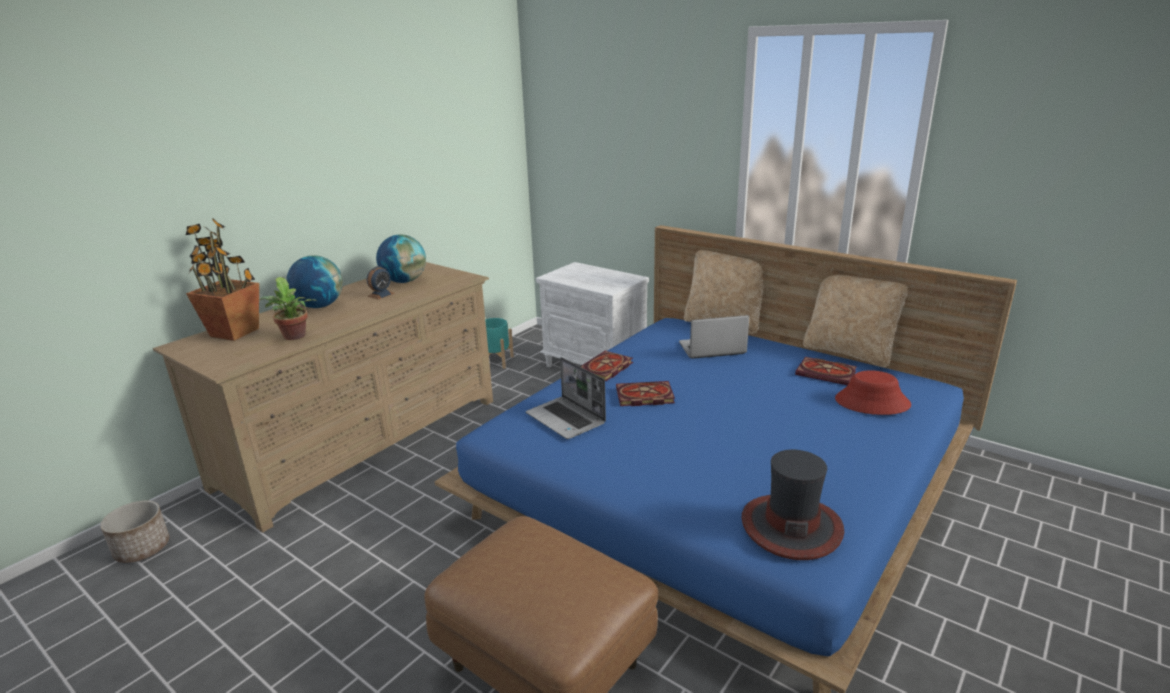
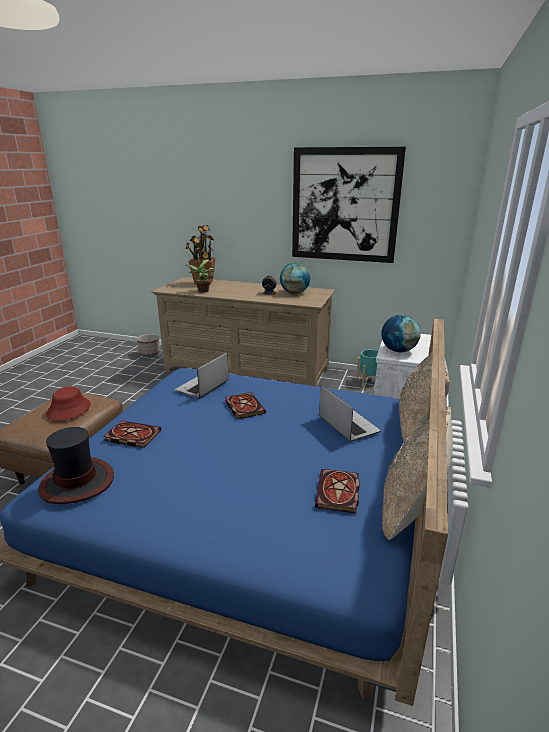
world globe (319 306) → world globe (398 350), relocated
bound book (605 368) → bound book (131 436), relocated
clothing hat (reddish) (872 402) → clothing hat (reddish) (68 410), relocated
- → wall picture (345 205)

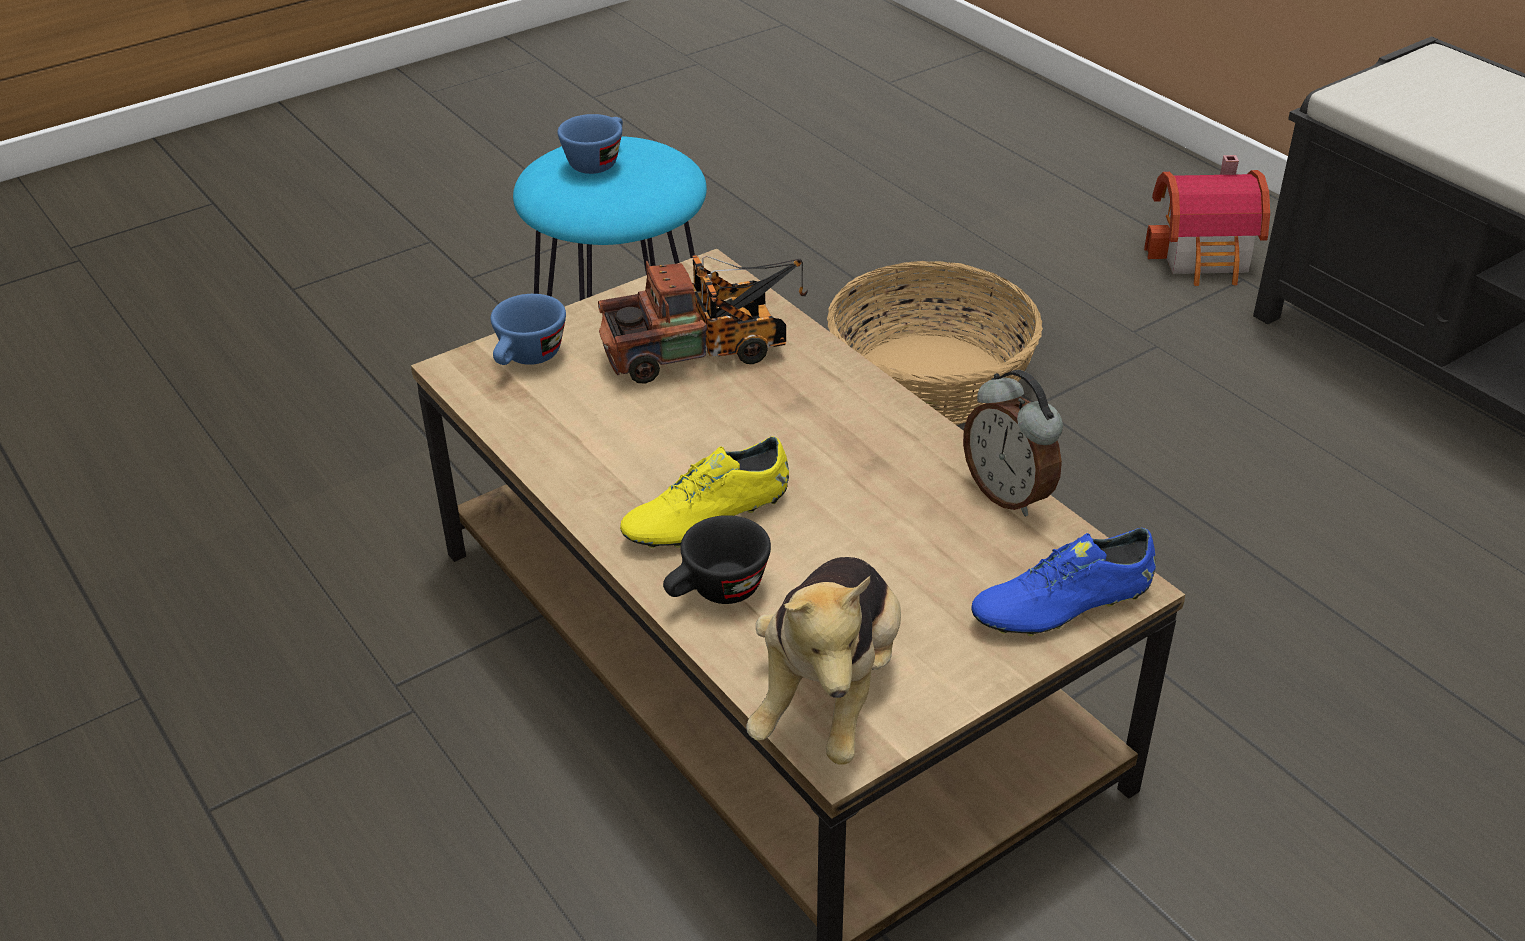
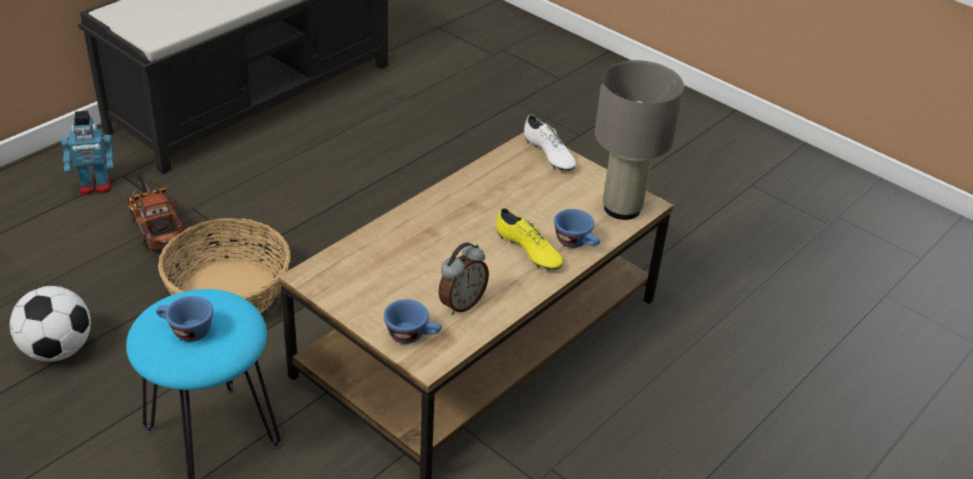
model house (1206 256) → model robot (95 187)
toy lorry (707 350) → toy lorry (155 225), relocated
bedside clock (1009 494) → bedside clock (461 303), relocated
cup (blackish) (716 592) → cup (bluish) (576 243)
low shoe (bluish) (1061 606) → low shoe (whitish) (548 155)
plush toy (829 693) → lamp for a table (greyish) (620 208)
- → football ball (58 350)

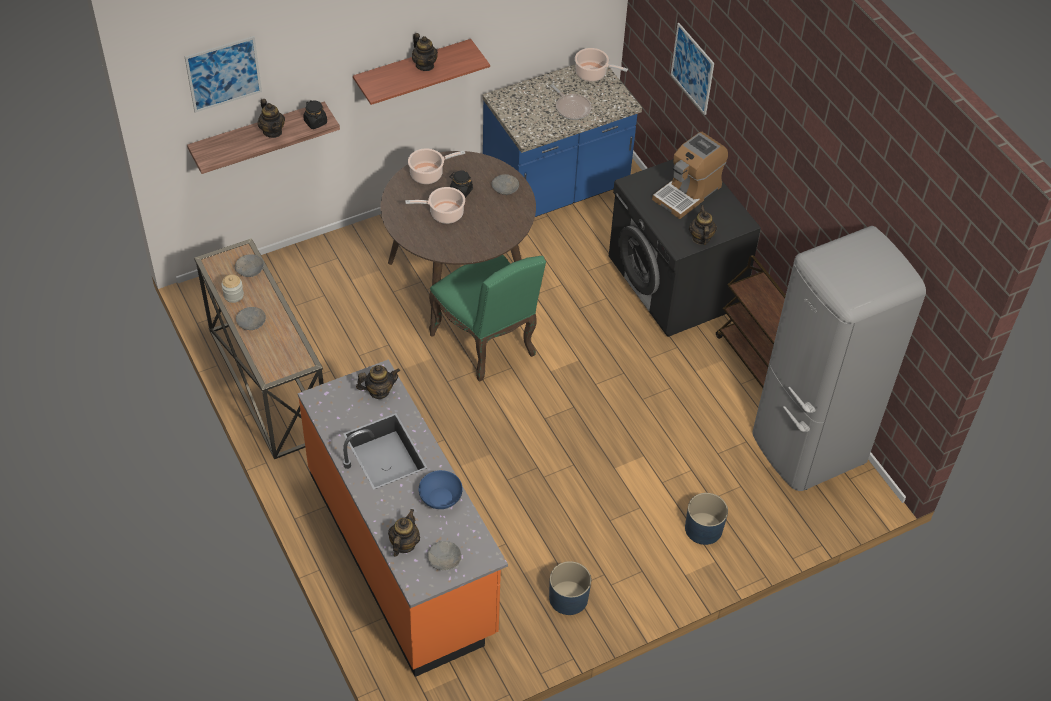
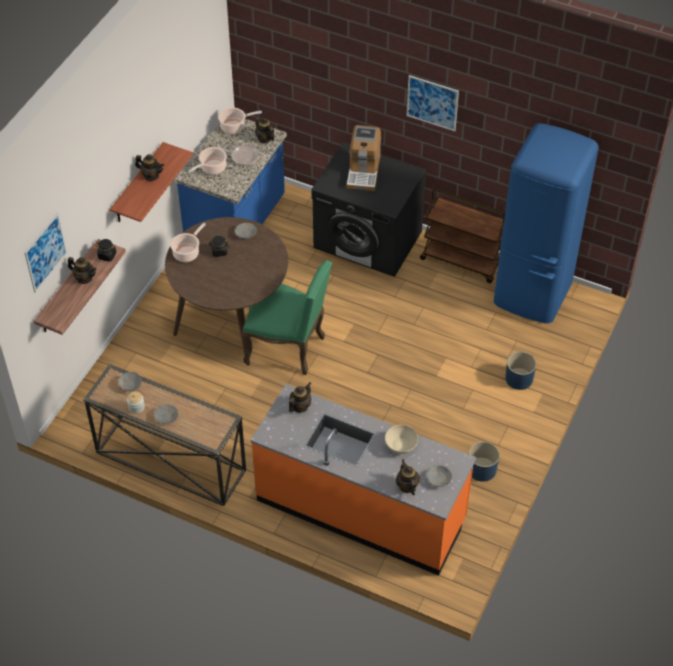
wall picture (692 68) → wall picture (432 103), relocated
stockpot (444 214) → stockpot (212 168), relocated
pot for tea (700 238) → pot for tea (265 138), relocated
refrigerator (greyish) (805 449) → refrigerator (bluish) (532 295)
serving bowl (bluish) (440 497) → serving bowl (beige-coloured) (401 445)

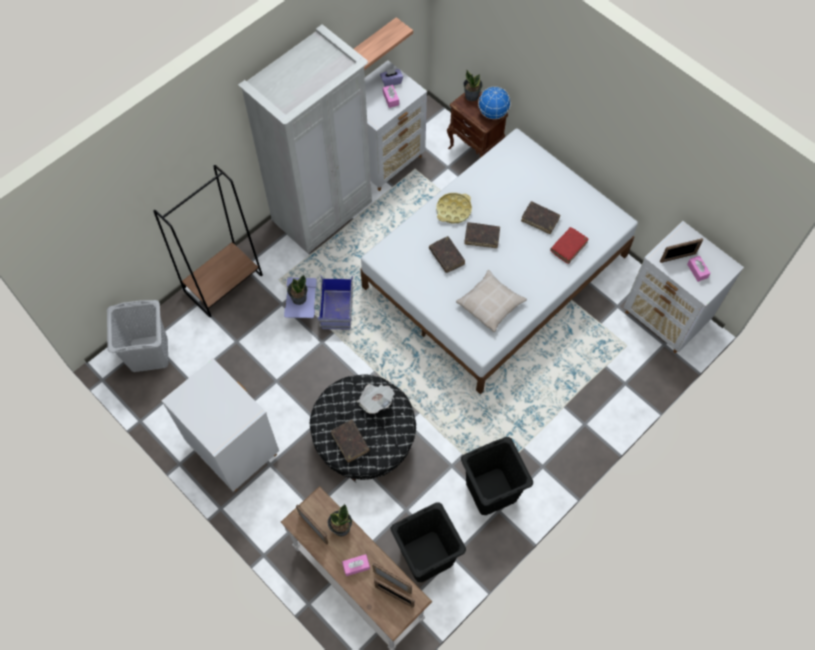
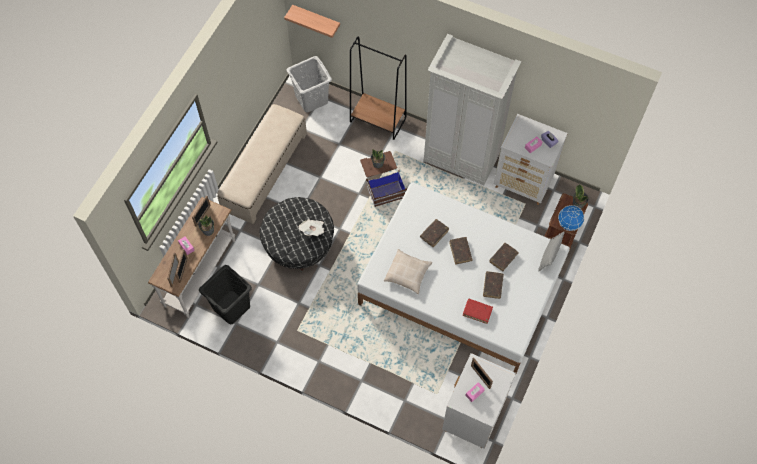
bracket shelf (370 45) → bracket shelf (316 19), relocated
carrying tray (yellow) (453 210) → -
storage container (bluish) (320 310) → storage container (brown) (382 184)
dresser (whitish) (233 448) → long seat (beige-coloured) (264 170)
bound book (brown) (350 442) → bound book (brown) (503 258), relocated
hamper (blackish) (491 491) → -
- → throw pillow (greyish) (549 256)

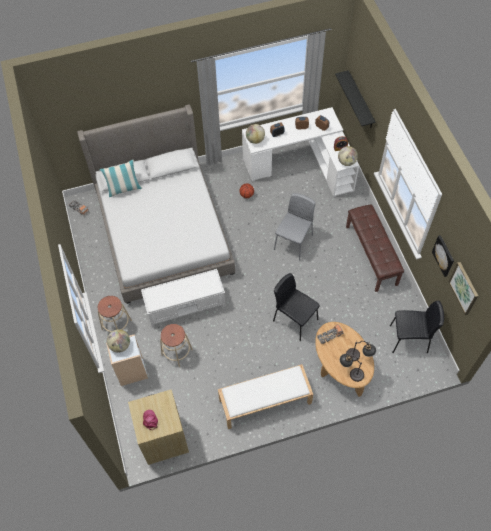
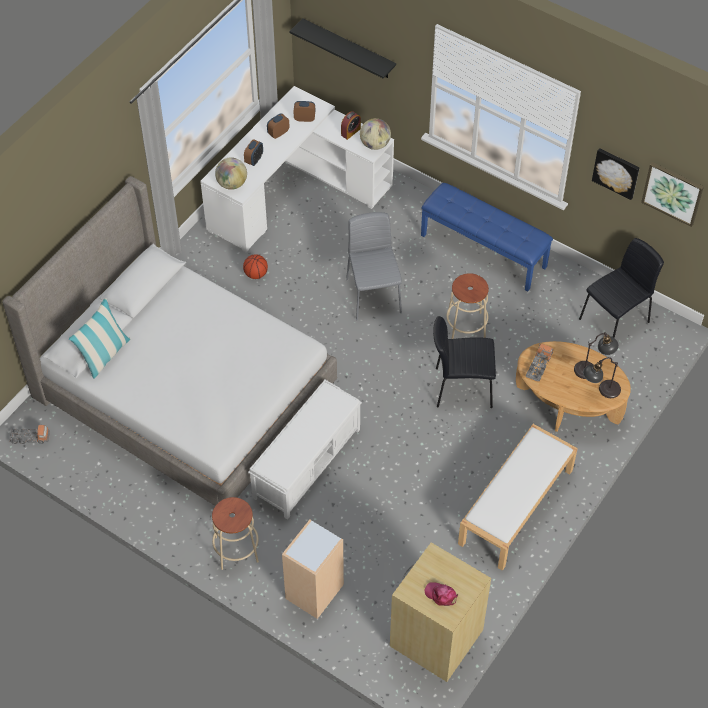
long seat (brown) (372 255) → long seat (bluish) (484 250)
stool seat (beige-coloured) (177 352) → stool seat (beige-coloured) (466 327), relocated
world globe (120 345) → -

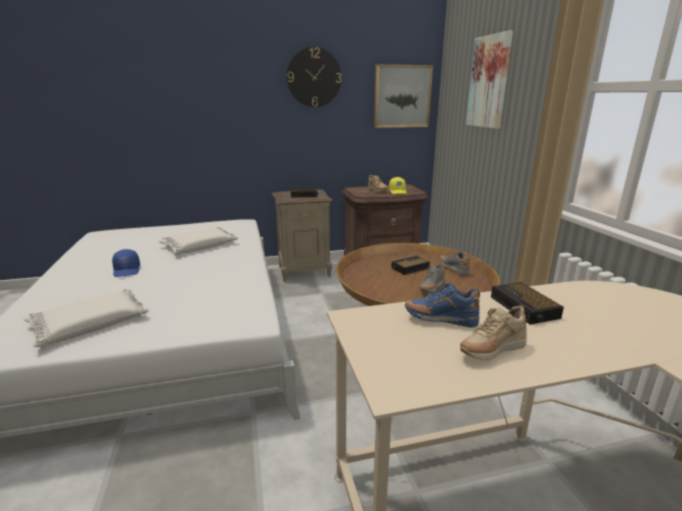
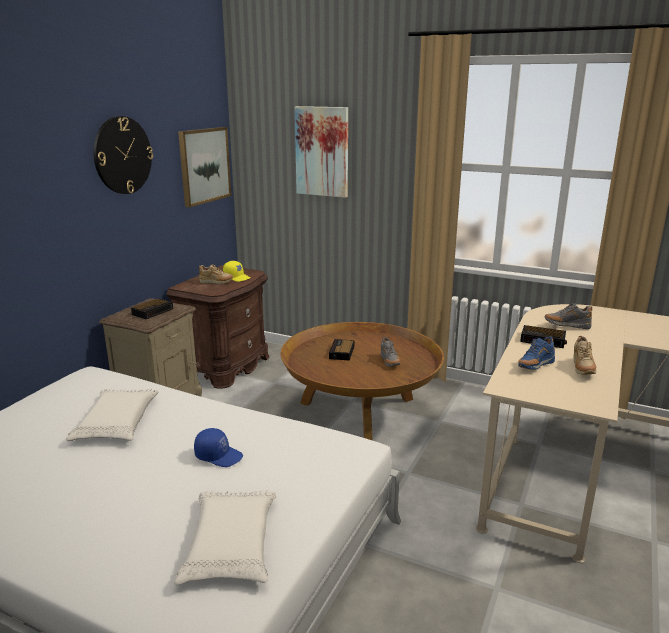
cap (bluish) (127 270) → cap (bluish) (219 455), relocated
low shoe (greyish) (453 269) → low shoe (greyish) (566 326), relocated

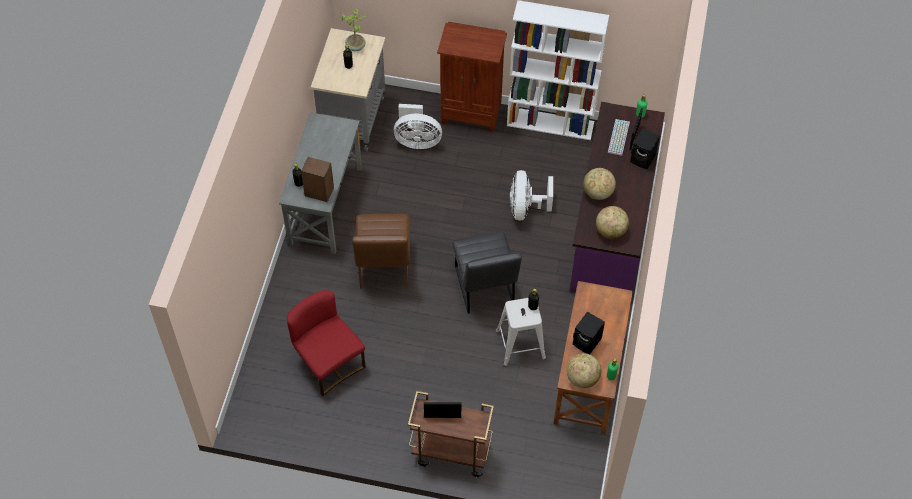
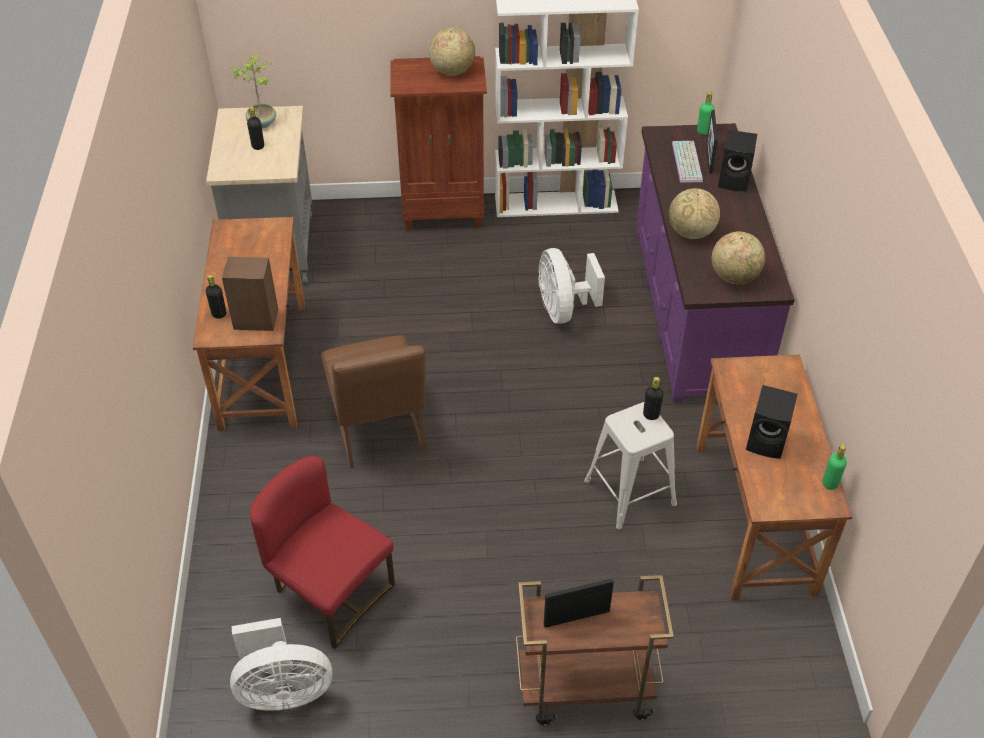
fan (whitish) (417 141) → fan (whitish) (283 690), relocated
desk table (greyish) (325 205) → desk table (brown) (263 365)
plain chair (greyish) (484 287) → -
world globe (582 378) → world globe (452 71), relocated

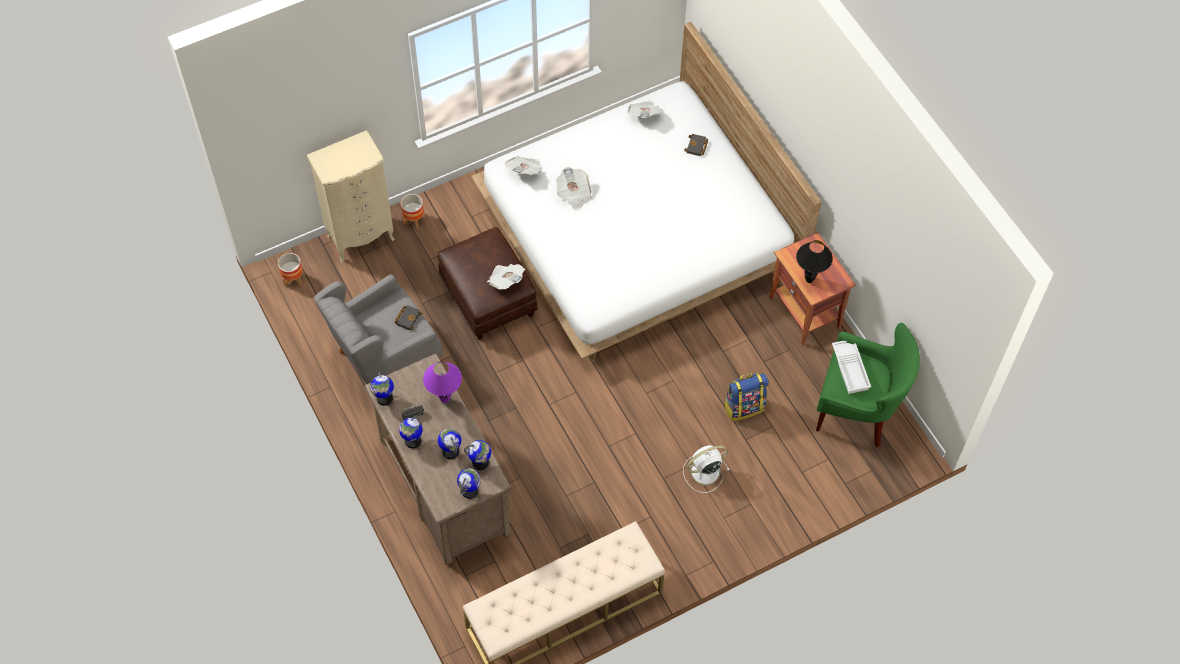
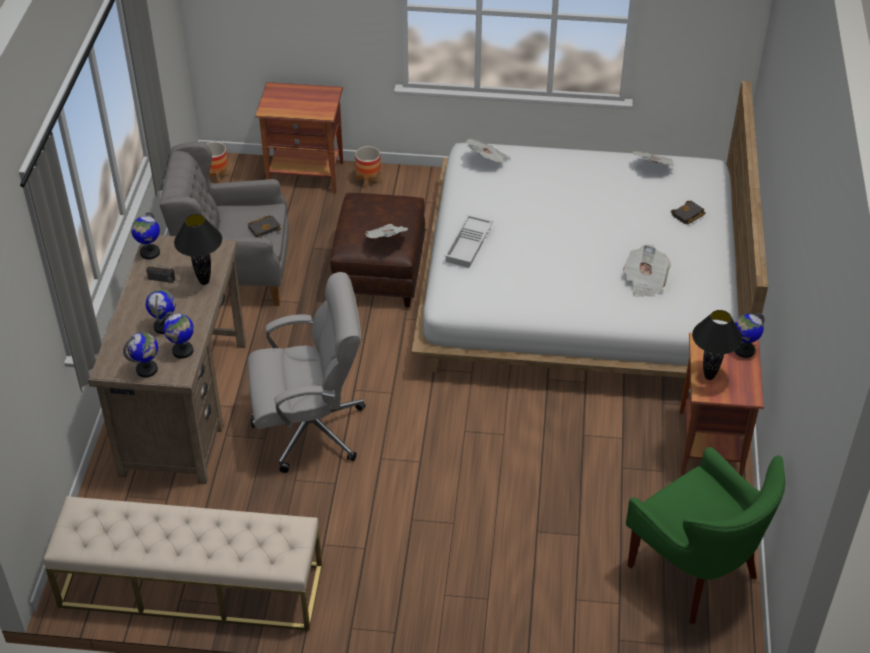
dresser (beige-coloured) (361 239) → bedside table (306 175)
printed paper (574 194) → printed paper (645 281), relocated
carrying tray (whitish) (851 368) → carrying tray (whitish) (469 245), relocated
lamp for a table (purplish) (445 399) → lamp for a table (blackish) (204 281)
rucksack (744 407) → -
world globe (412 441) → world globe (744 350), relocated
fan (whitish) (704 472) → -
- → office chair (greyish) (310 430)

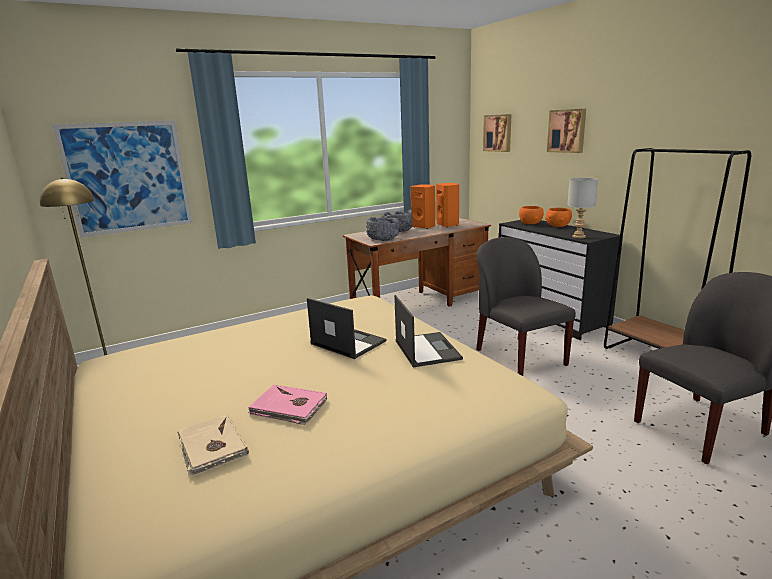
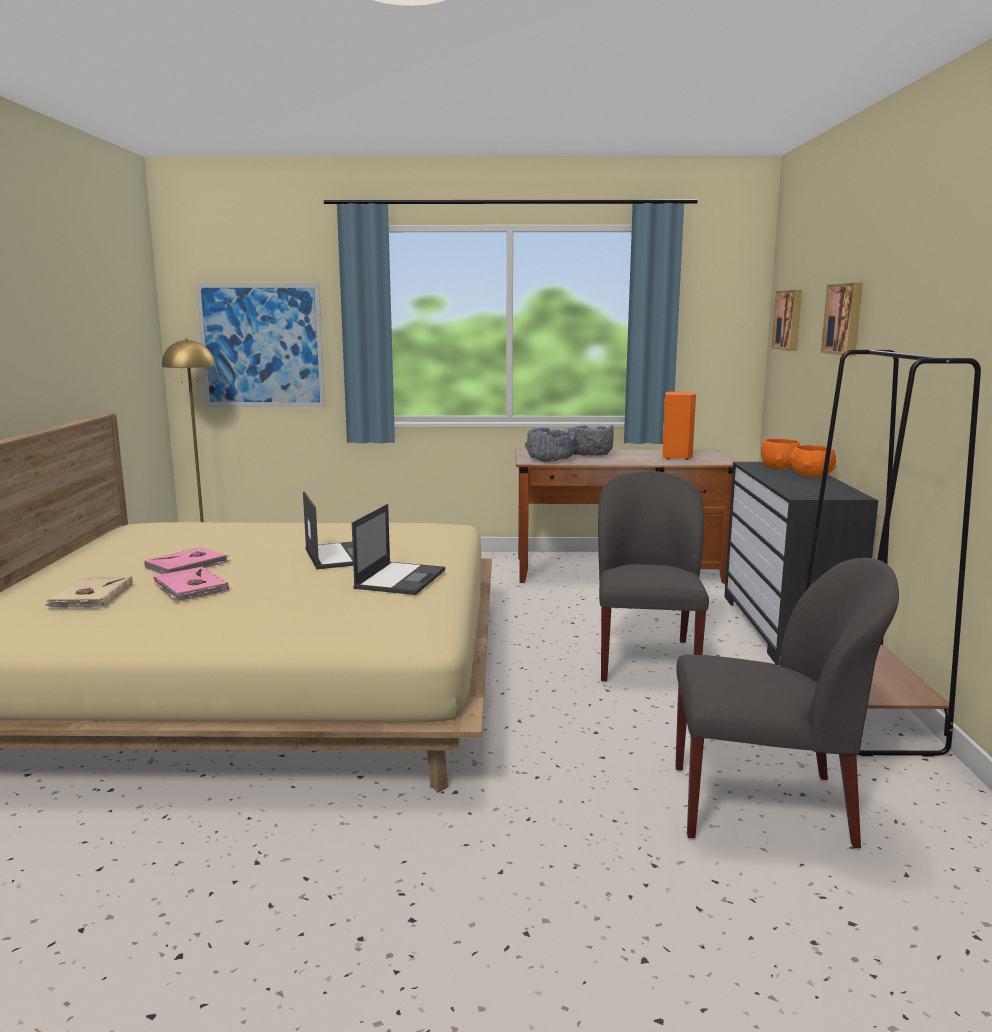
lamp for a table (greyish) (579 237) → -
audio speaker (orange-coloured) (424 227) → -
- → bound book (pink-coloured) (188 565)

